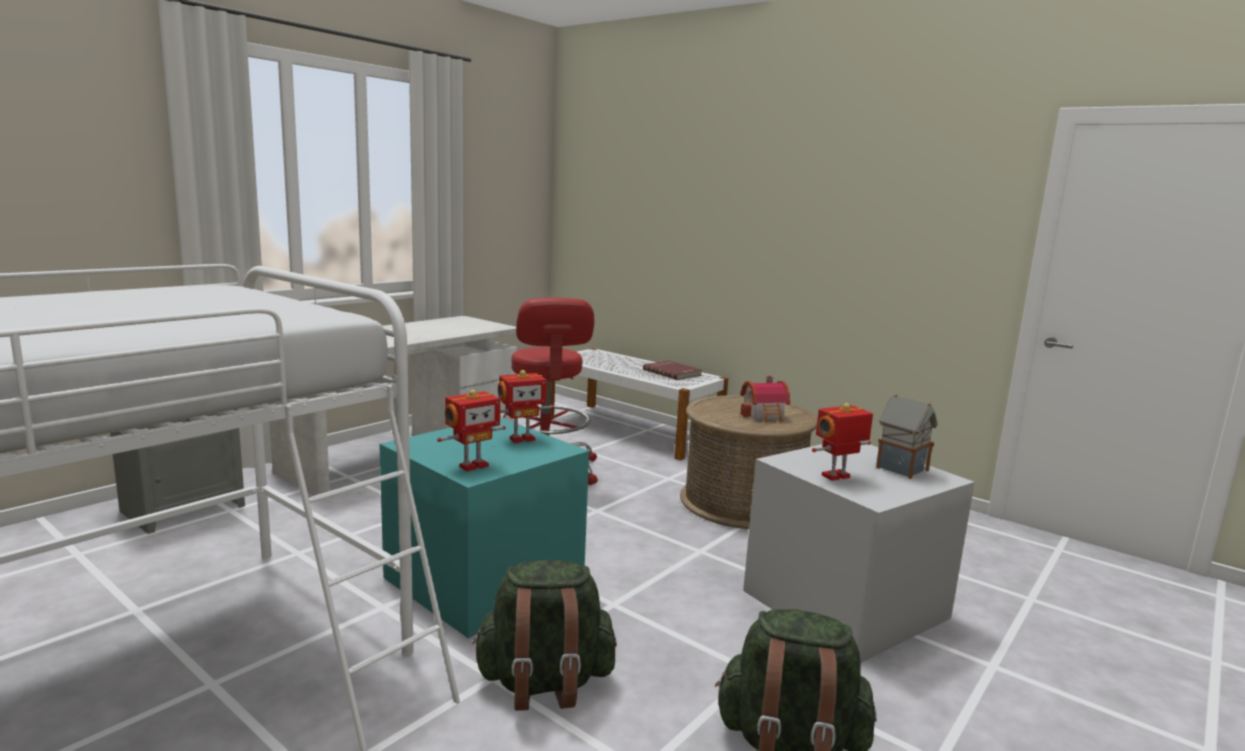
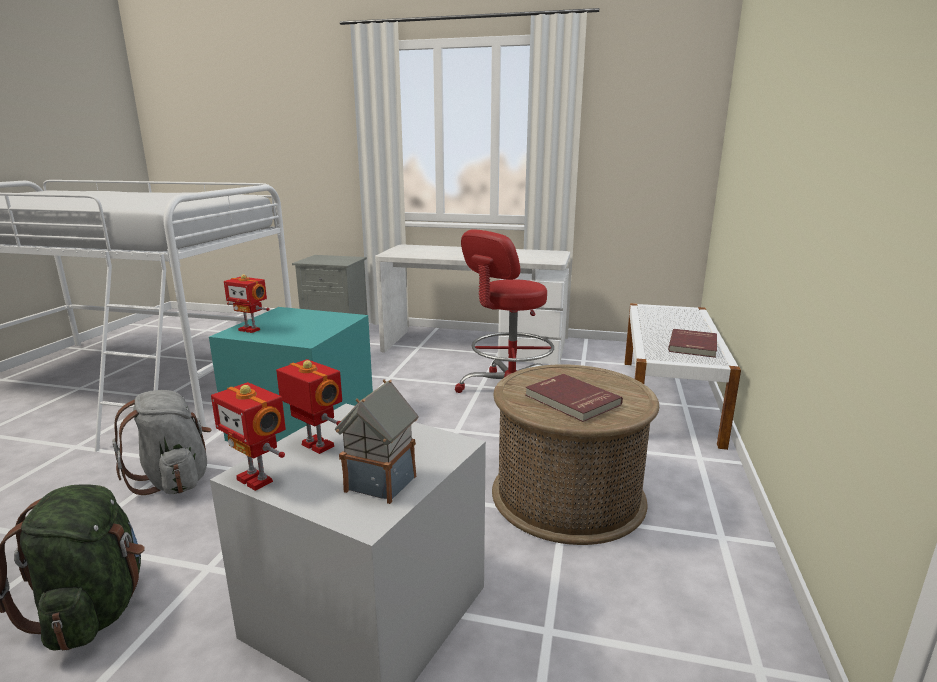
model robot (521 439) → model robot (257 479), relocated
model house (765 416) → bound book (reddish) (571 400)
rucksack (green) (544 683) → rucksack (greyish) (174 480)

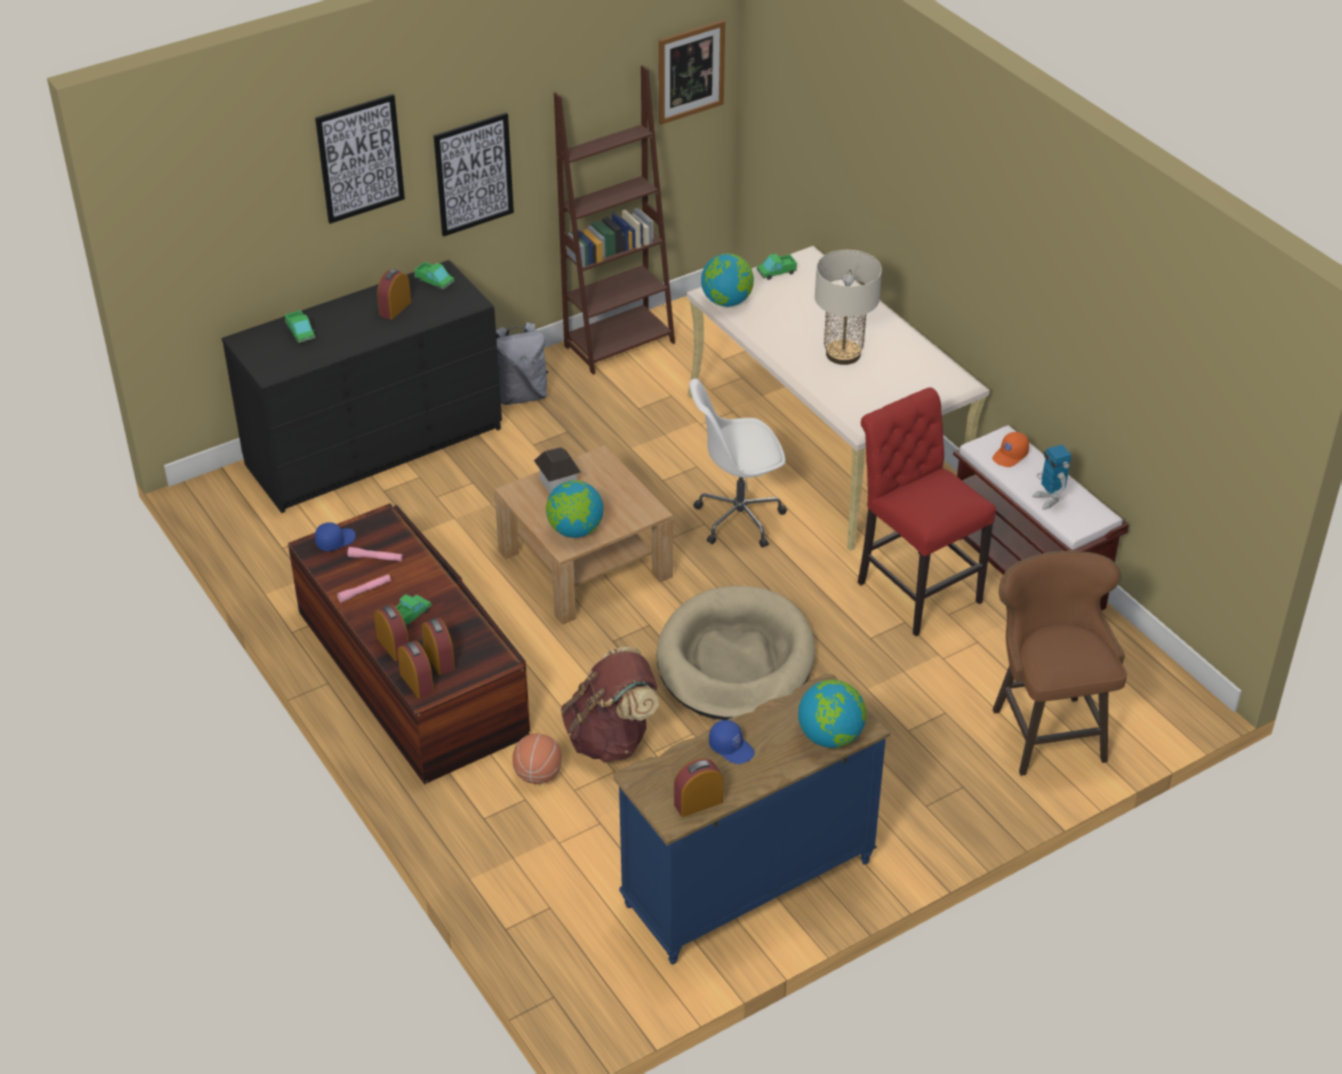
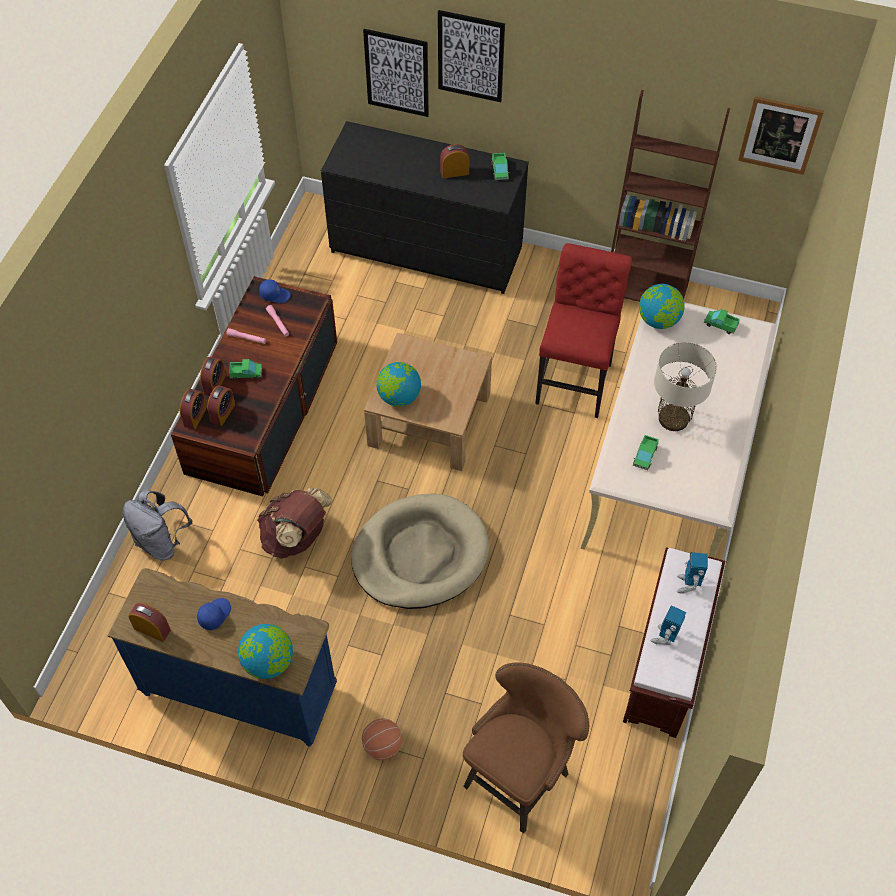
wall picture (473 174) → wall picture (397 73), relocated
toy lorry (300 332) → toy lorry (645 456), relocated
rucksack (greyish) (521 395) → rucksack (greyish) (162 542), relocated
office chair (whitish) (737 519) → -
stool seat (reddish) (915 588) → stool seat (reddish) (576 380), relocated
cap (orange-coloured) (1010 456) → model robot (688 584)
model house (558 482) → -
cap (bluish) (732 748) → cap (bluish) (214 614), 150 degrees counterclockwise
basketball (538 775) → basketball (382 746), relocated

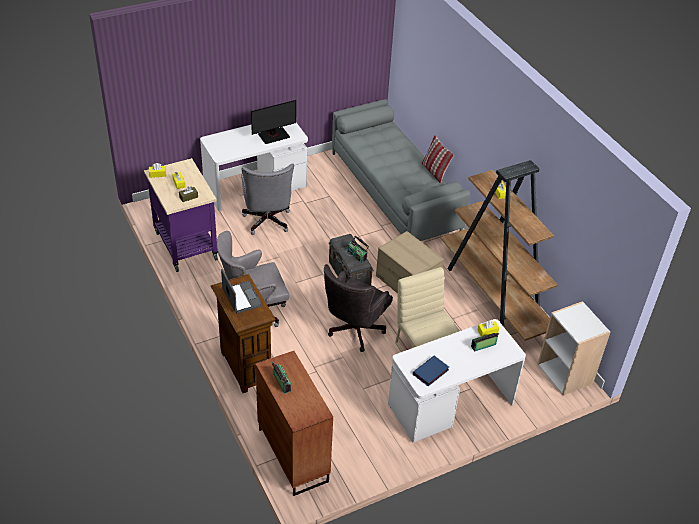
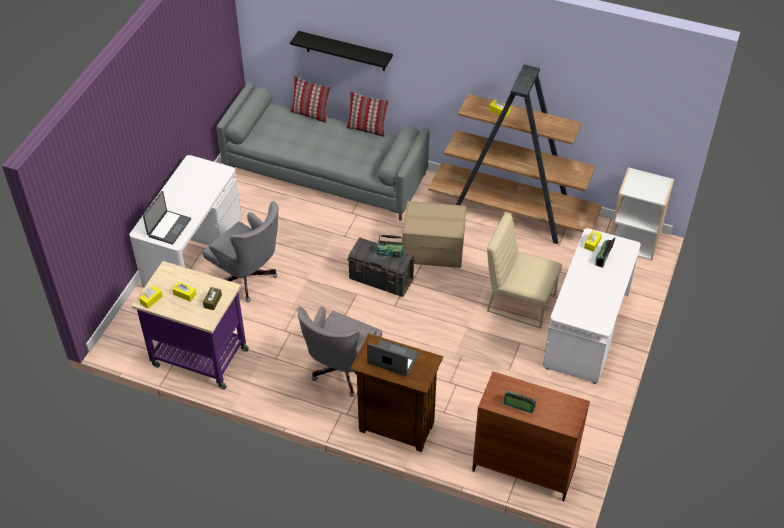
monitor (273 135) → -
office chair (greyish) (354 332) → -
bound book (bluish) (431 373) → -
- → bracket shelf (blackish) (345 51)
- → throw pillow (310 114)
- → laptop (168 227)

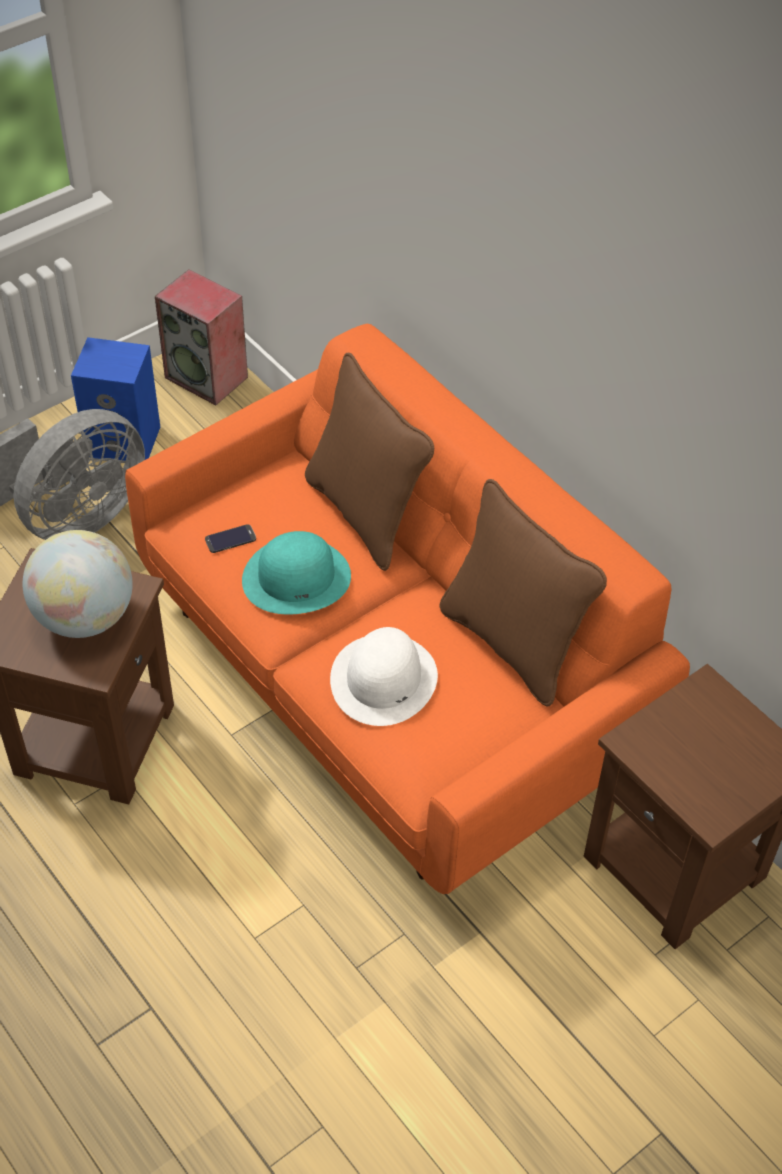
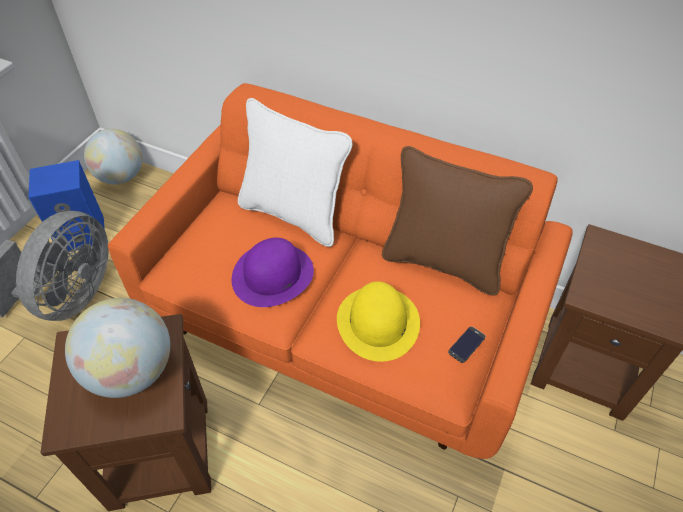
audio speaker (208 377) → world globe (121 177)
throw pillow (brown) (365 514) → throw pillow (whitish) (293 214)
phone (230 539) → phone (466 344), relocated
clothing hat (turquoise-coloured) (297 577) → clothing hat (purplish) (273 274)
clothing hat (whitish) (384 679) → clothing hat (yellow) (378 322)

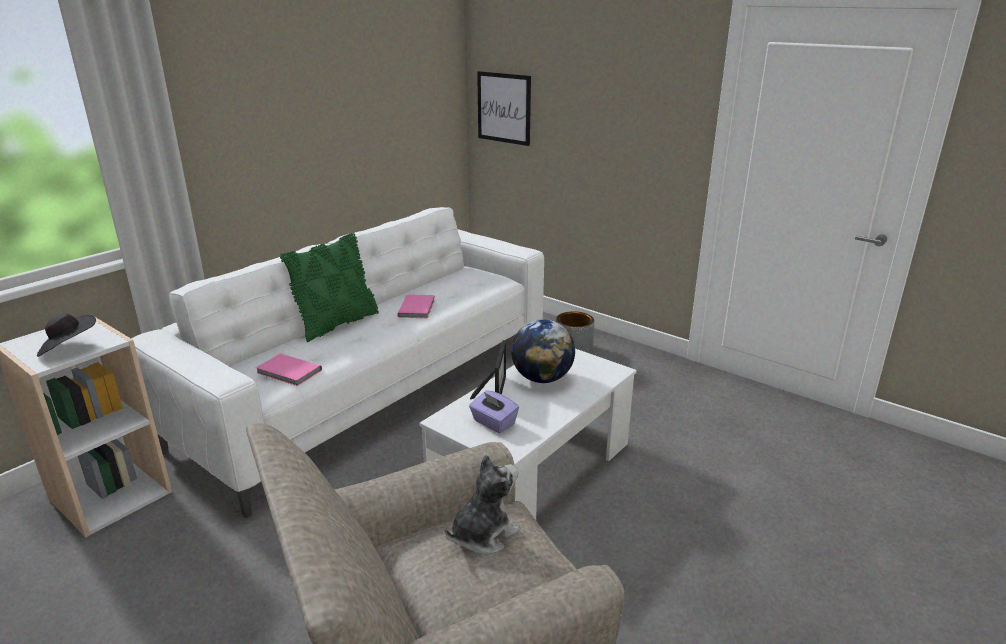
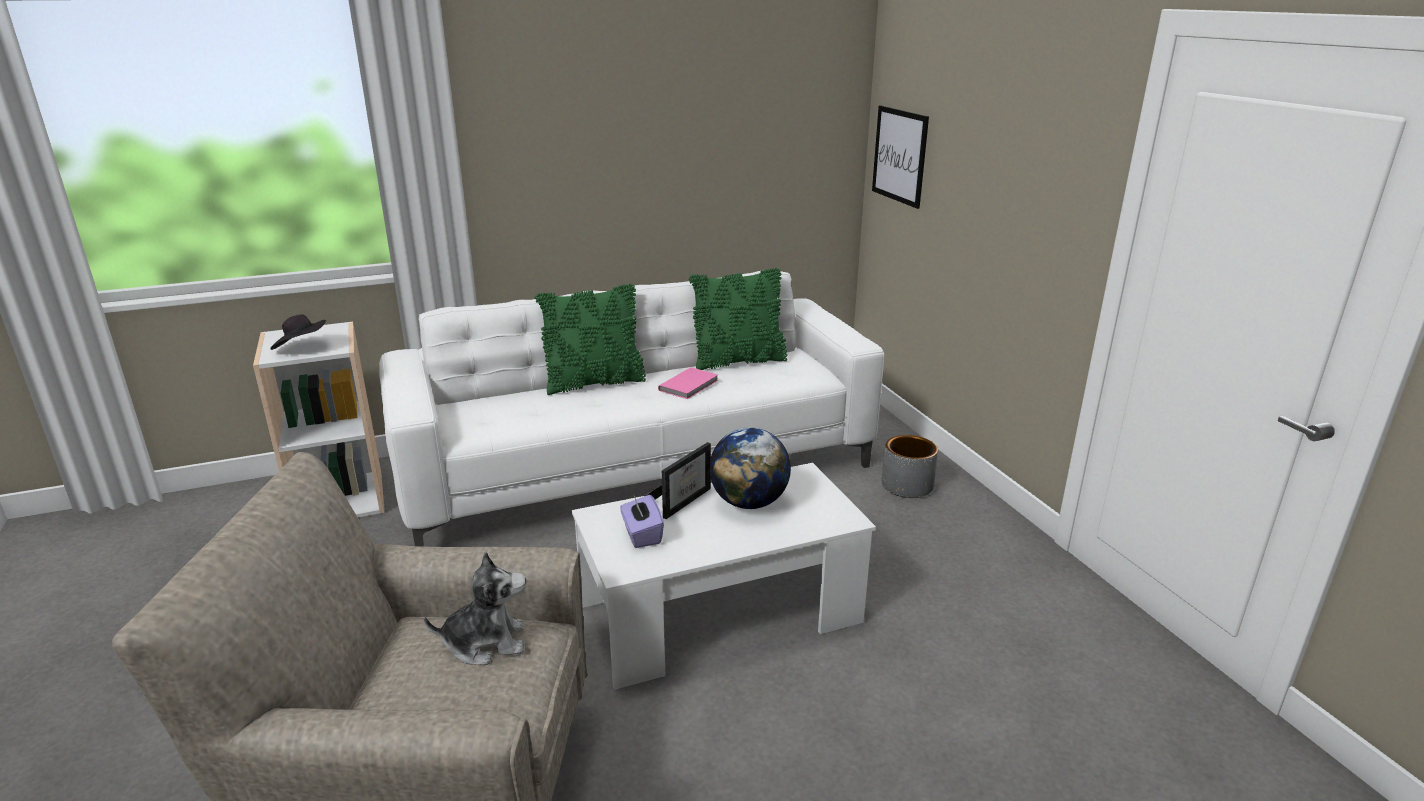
bound book (pink-coloured) (288 372) → -
- → throw pillow (green) (738 361)

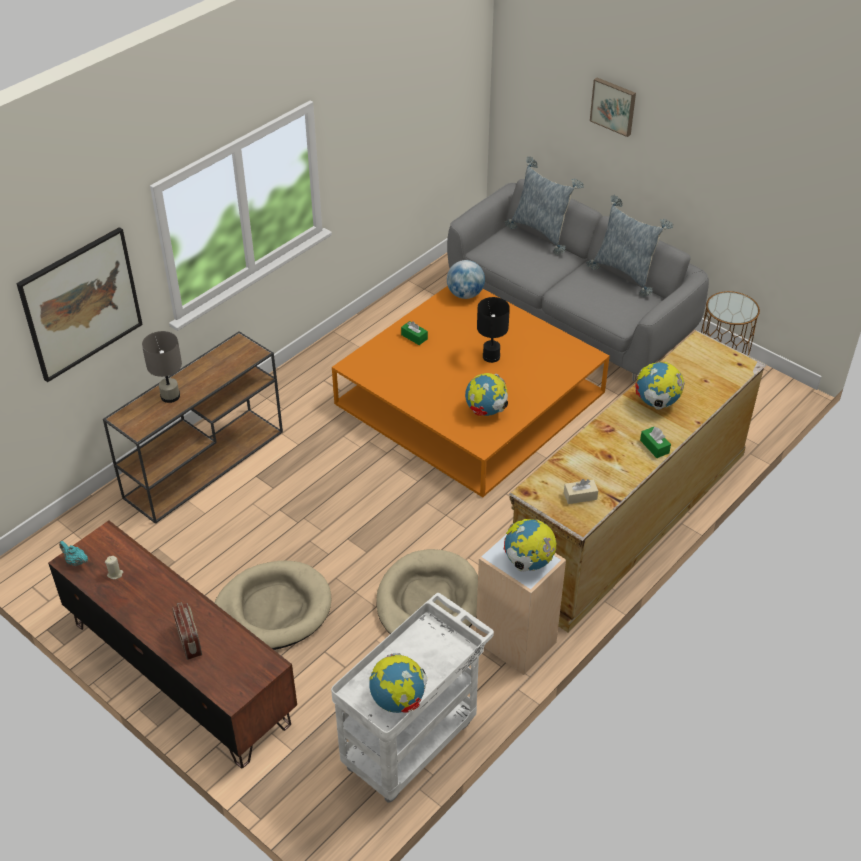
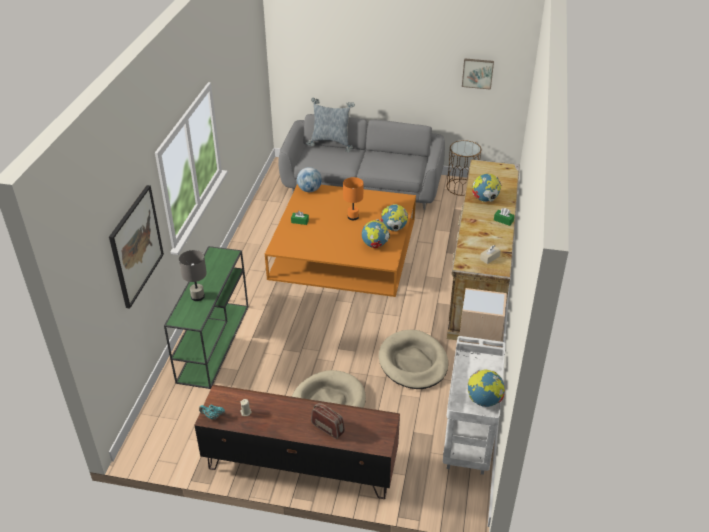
wall picture (614 106) → wall picture (477 73), relocated
throw pillow (625 277) → -
lamp for a table (blackish) (491 357) → lamp for a table (orange-coloured) (353 217)
console table (brown) (205 463) → console table (green) (214 342)
world globe (528 562) → world globe (394 229), relocated

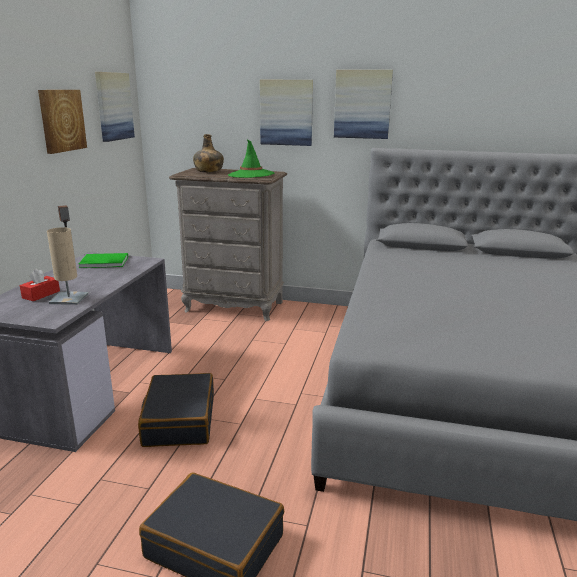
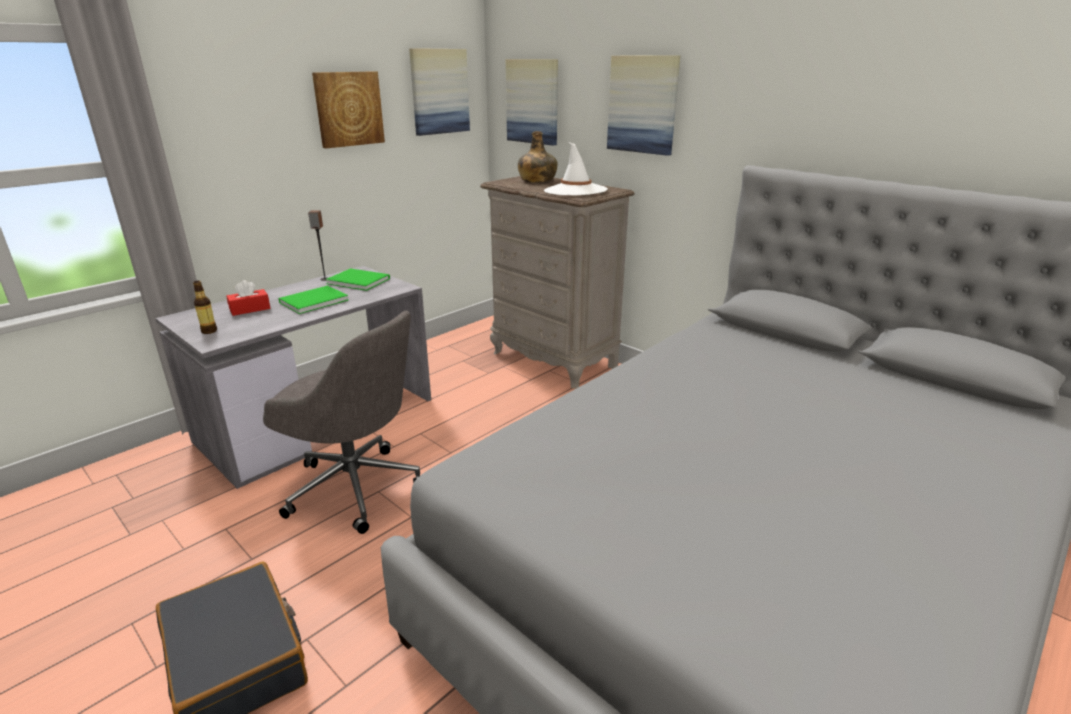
wall picture (362 104) → wall picture (532 101), relocated
clothing hat (green) (251 175) → clothing hat (whitish) (575 191)
lamp for a table (beige-coloured) (69 299) → -
travel case (blackish) (179 420) → office chair (greyish) (356 488)
- → drink bottle (209 331)
- → bound book (green) (311 301)

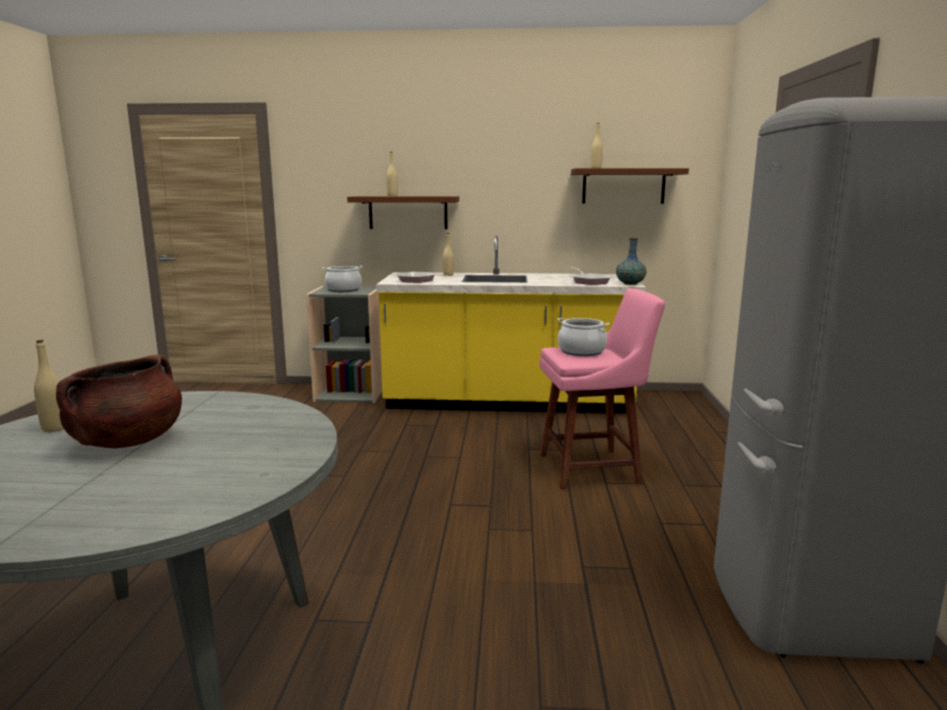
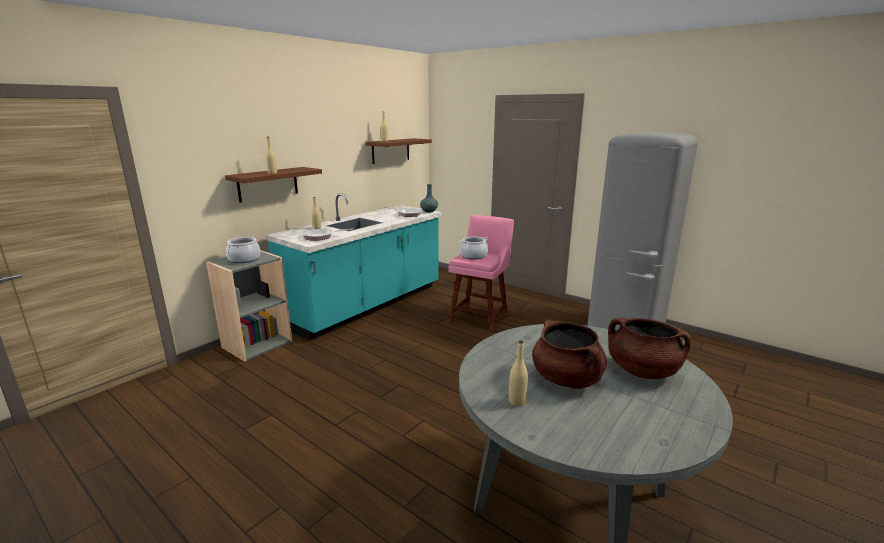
kitchen counter (yellow) (507 402) → kitchen counter (turquoise-coloured) (367 305)
- → stockpot (brown) (642 371)

